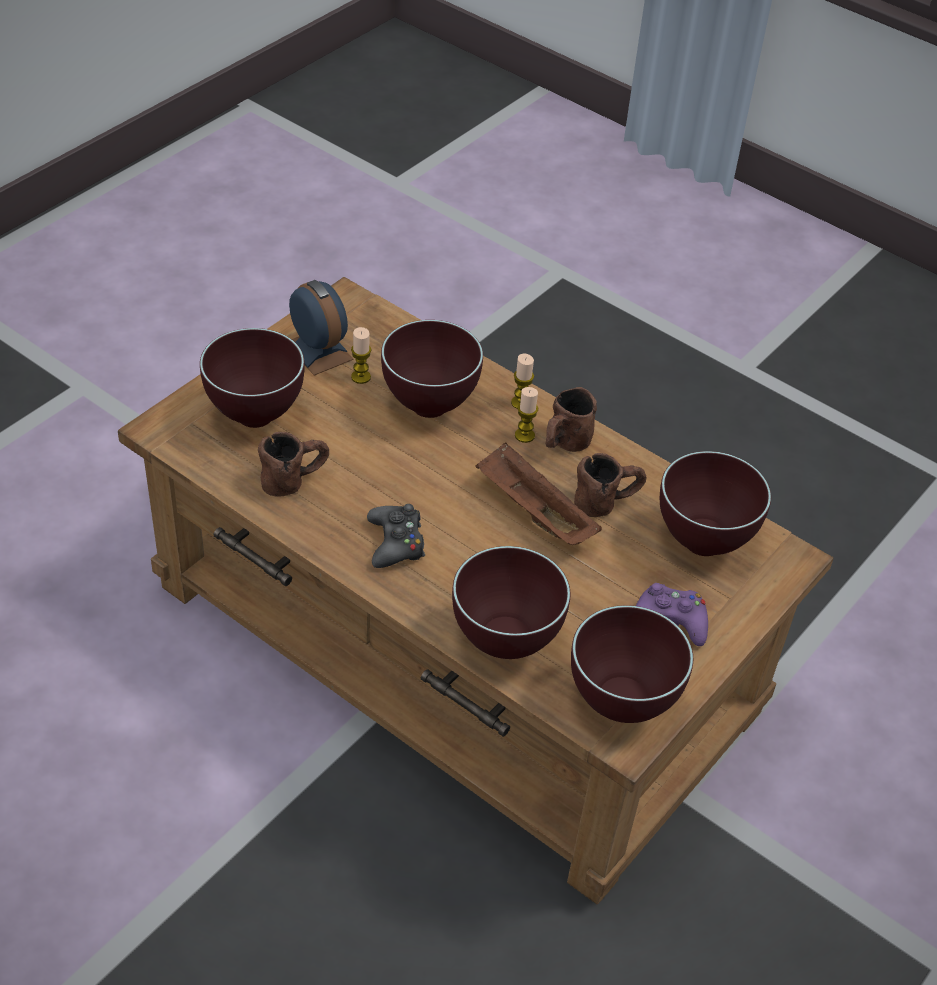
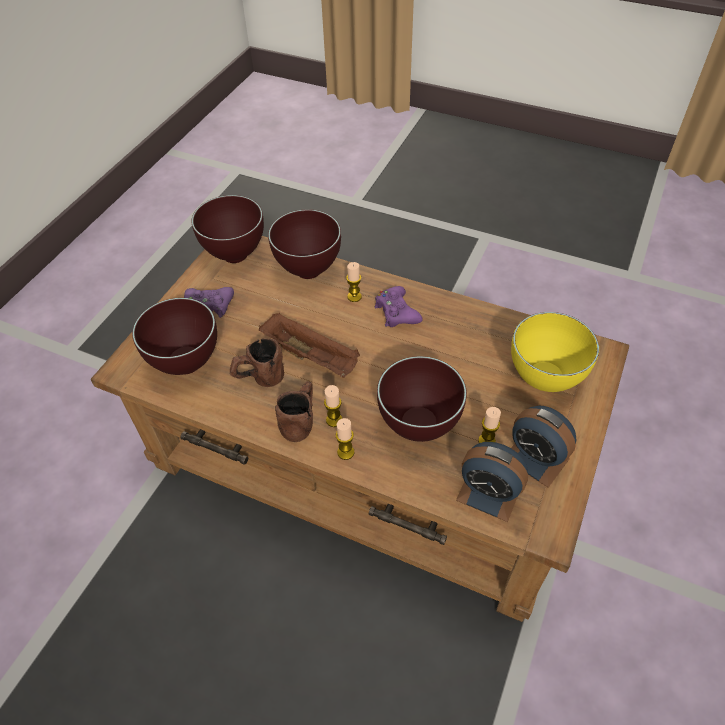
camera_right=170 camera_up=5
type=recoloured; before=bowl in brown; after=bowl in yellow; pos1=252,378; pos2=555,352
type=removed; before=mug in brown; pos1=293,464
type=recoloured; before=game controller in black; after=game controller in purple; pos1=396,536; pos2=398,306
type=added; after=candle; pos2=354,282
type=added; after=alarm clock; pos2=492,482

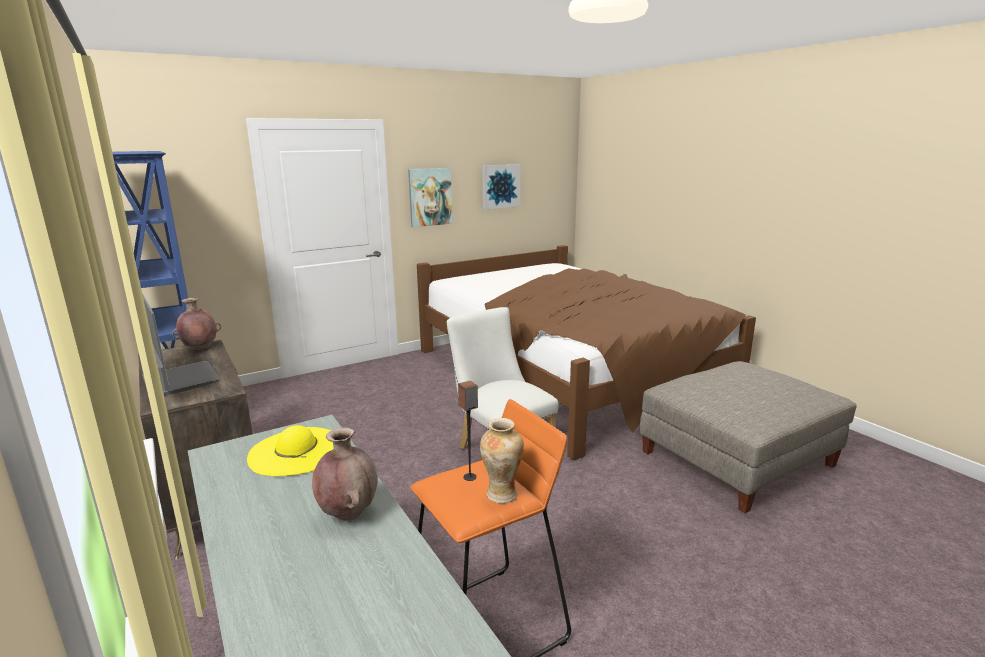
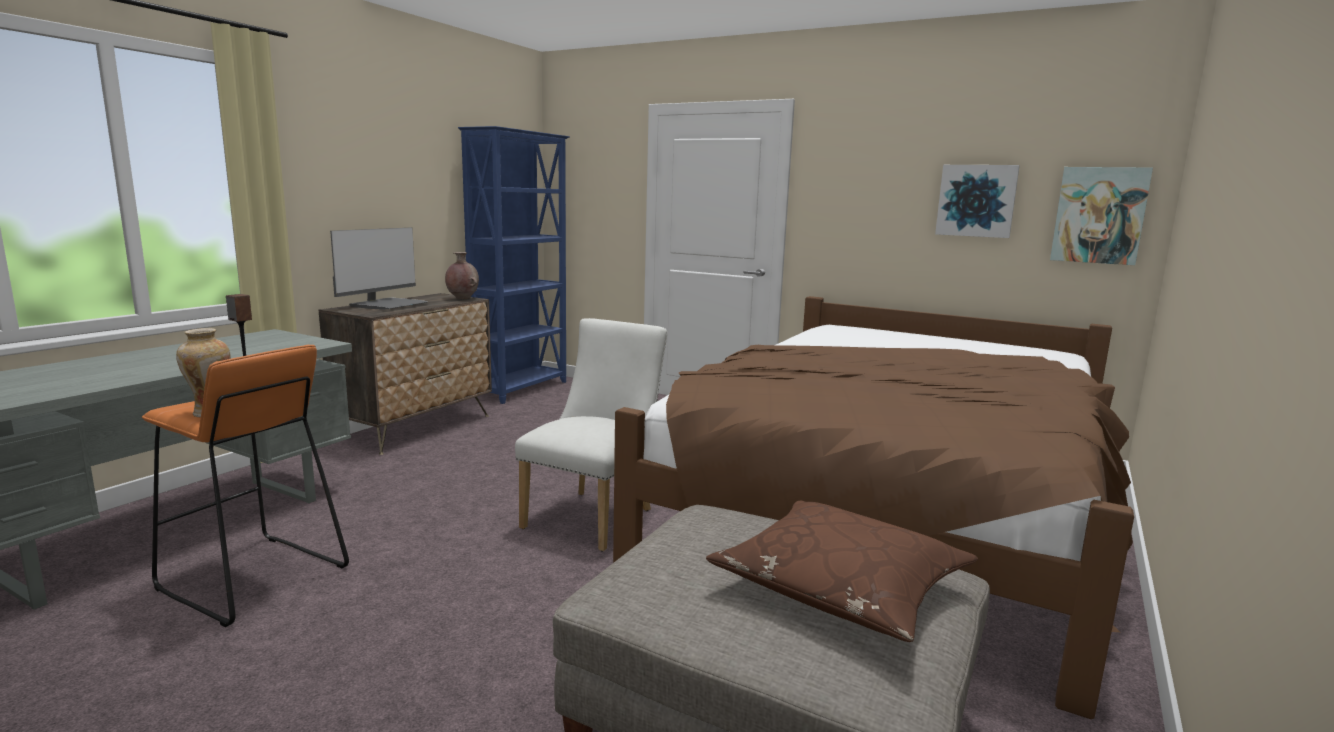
camera_right=60 camera_up=-5
type=moved; before=picture; pos1=430,197; pos2=1101,216
type=removed; before=hat in yellow; pos1=290,450
type=removed; before=vase in brown; pos1=345,474
type=added; after=pillow in brown; pos2=842,571

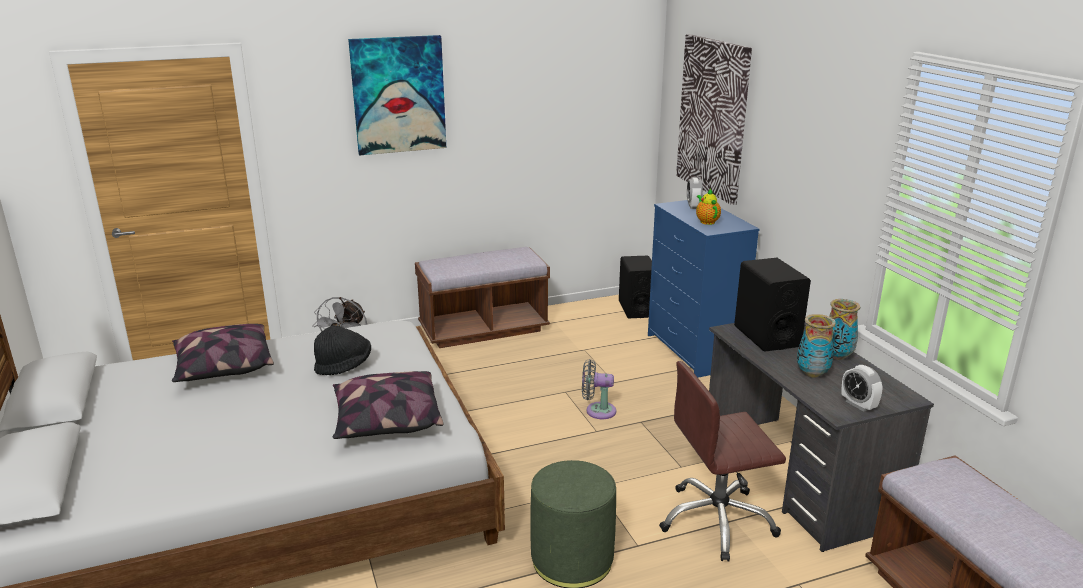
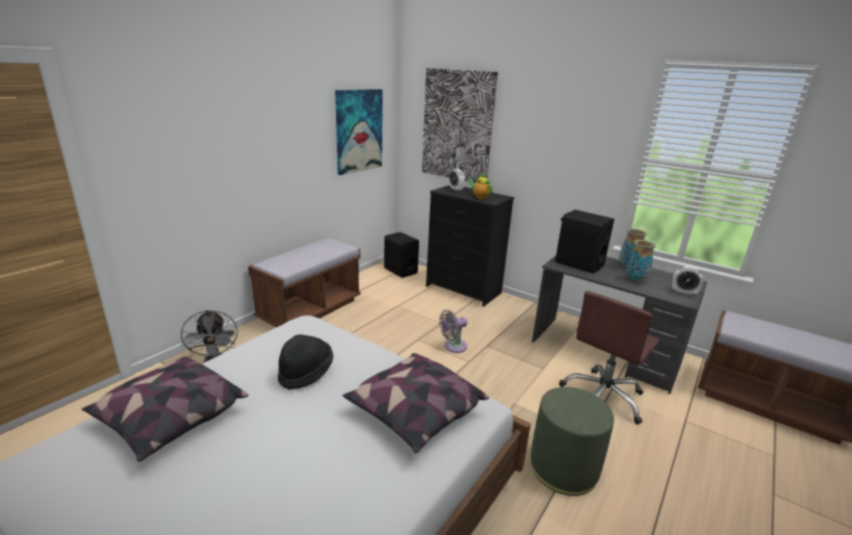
camera_right=-35 camera_up=0
type=moved; before=picture; pos1=397,95; pos2=359,132
type=recoloured; before=dresser in blue; after=dresser in black; pos1=703,289; pos2=470,246

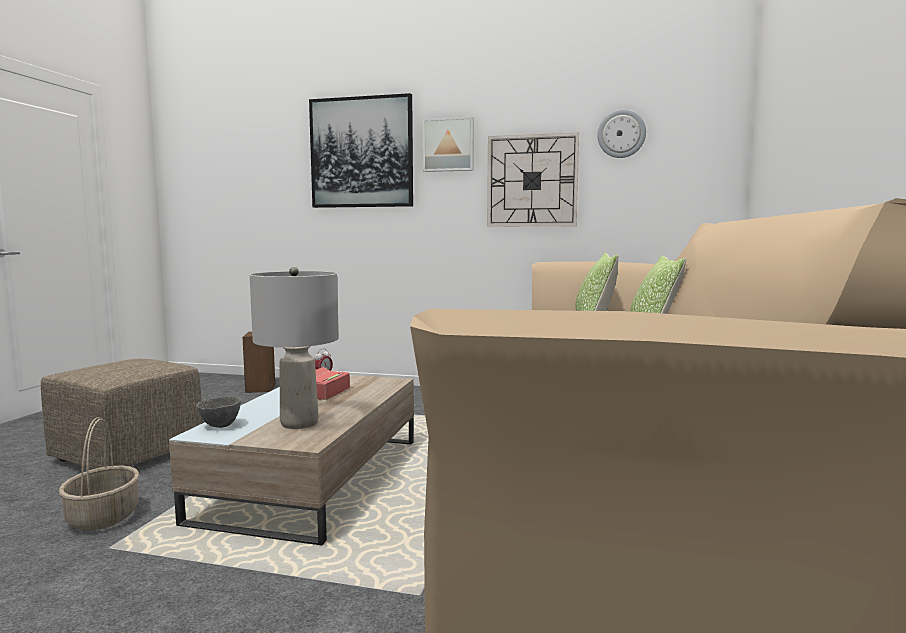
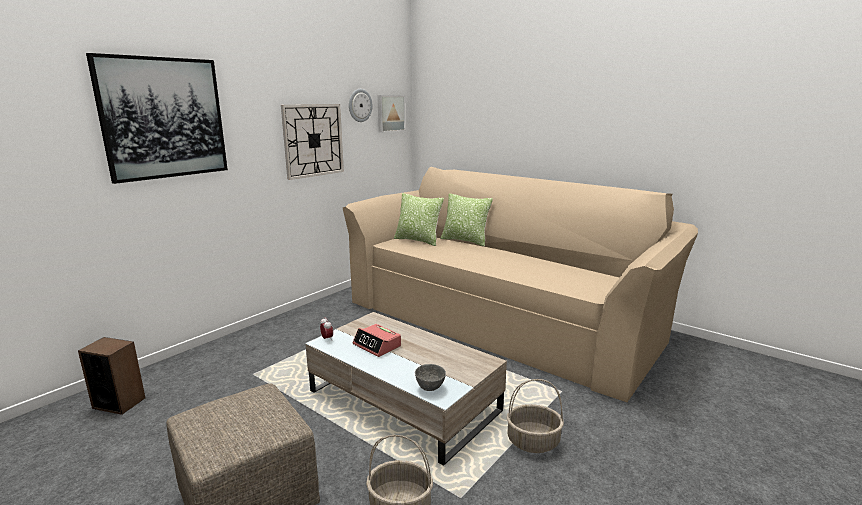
camera_right=-65 camera_up=10
type=moved; before=picture; pos1=448,144; pos2=391,114
type=removed; before=table lamp in grey; pos1=294,348
type=added; after=basket; pos2=535,416

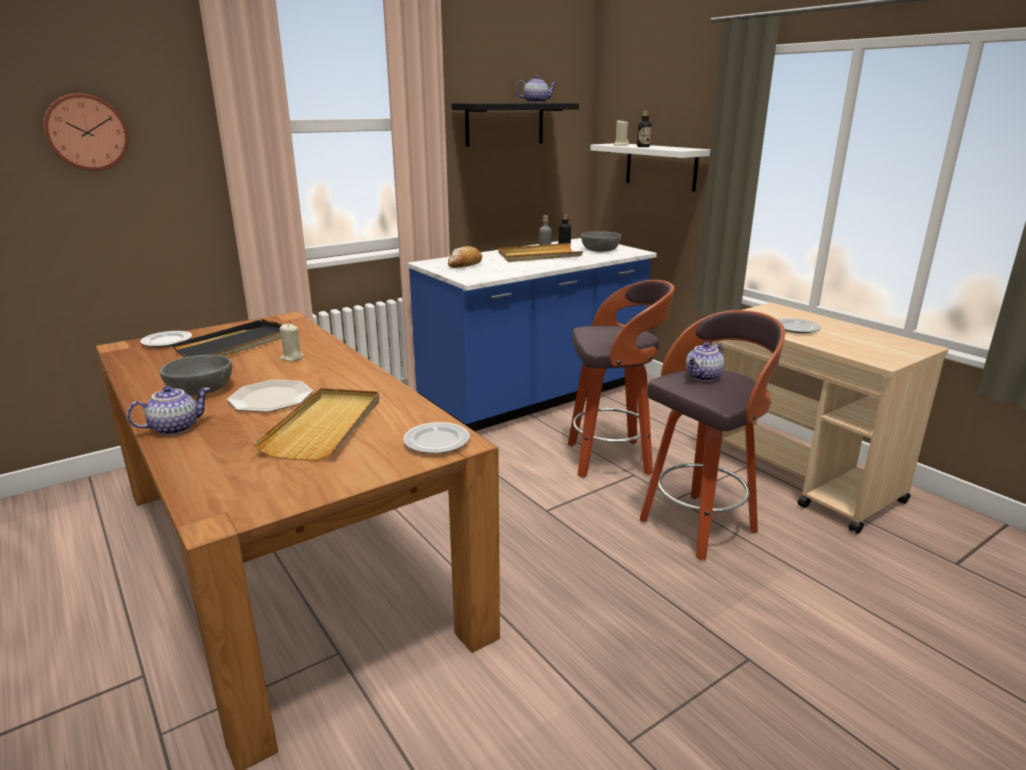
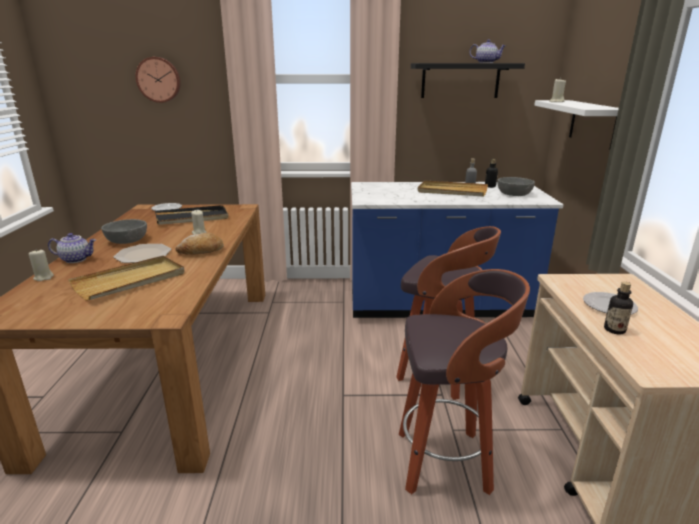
camera_right=35 camera_up=0
type=moved; before=bottle; pos1=644,129; pos2=618,308
type=moved; before=bread; pos1=465,257; pos2=199,244
type=removed; before=teapot; pos1=705,362
type=removed; before=plate; pos1=436,438
type=added; after=candle in beige; pos2=41,265

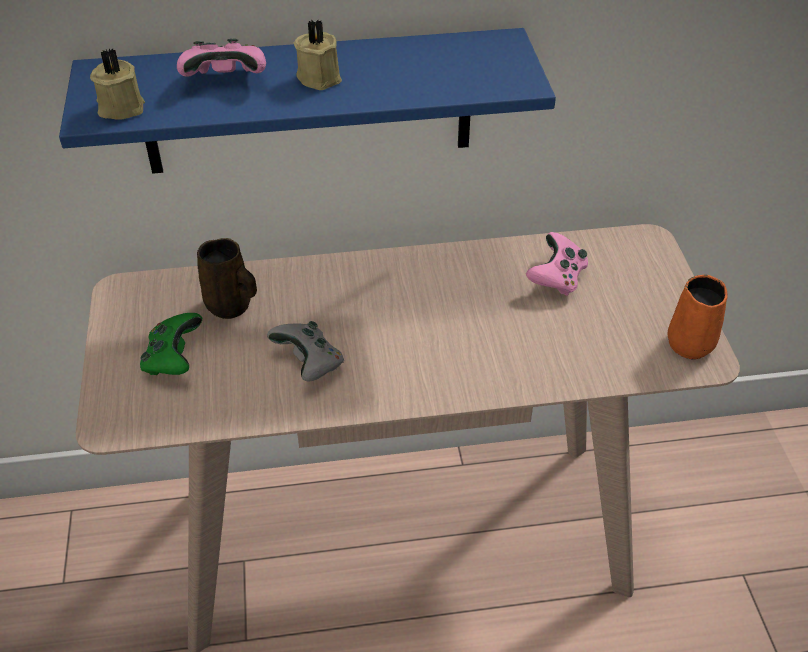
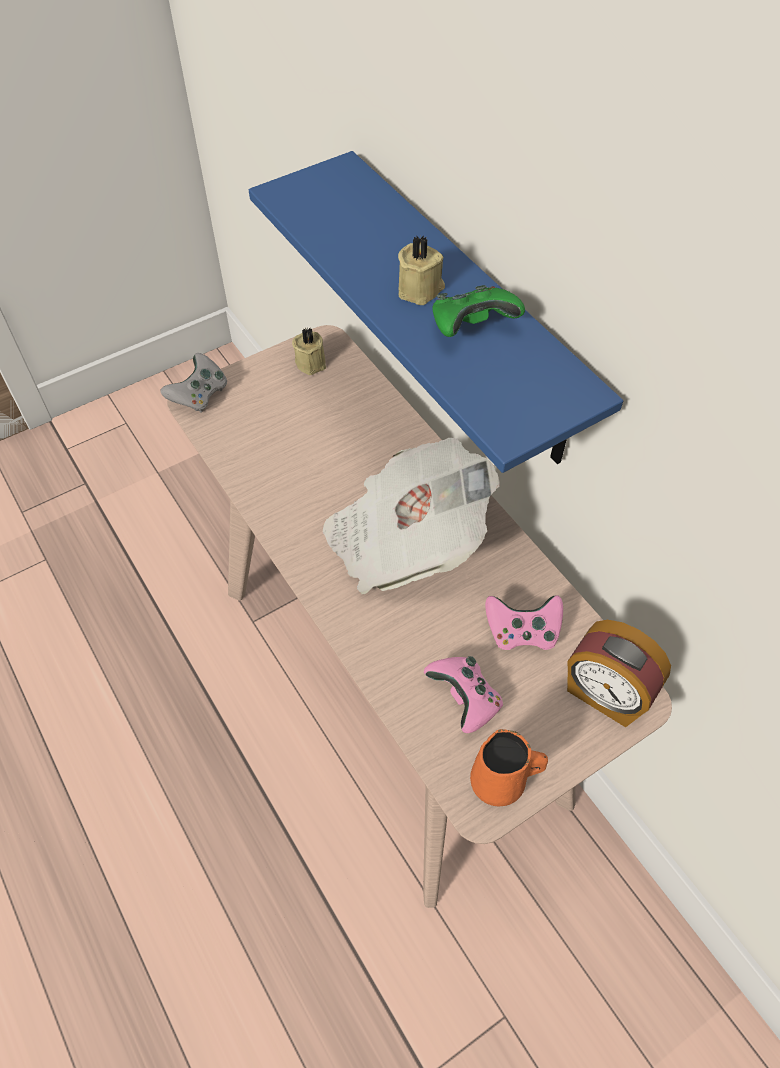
camera_right=65 camera_up=10
type=moved; before=game controller in pink; pos1=221,58; pos2=463,694
type=moved; before=candle in beige; pos1=117,84; pos2=309,351
type=removed; before=mug in brown; pos1=227,278
type=moved; before=game controller in green; pos1=171,344; pos2=478,311
type=moved; before=game controller in grey; pos1=305,351; pos2=193,383
type=added; after=newspaper; pos2=411,516
type=added; after=alarm clock; pos2=619,673

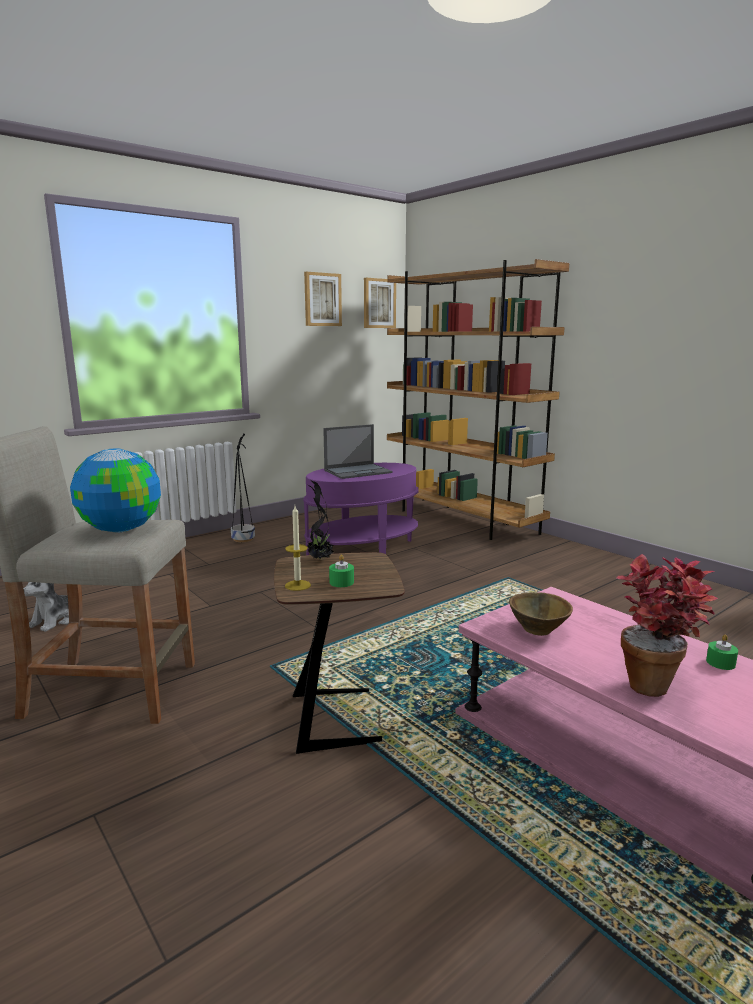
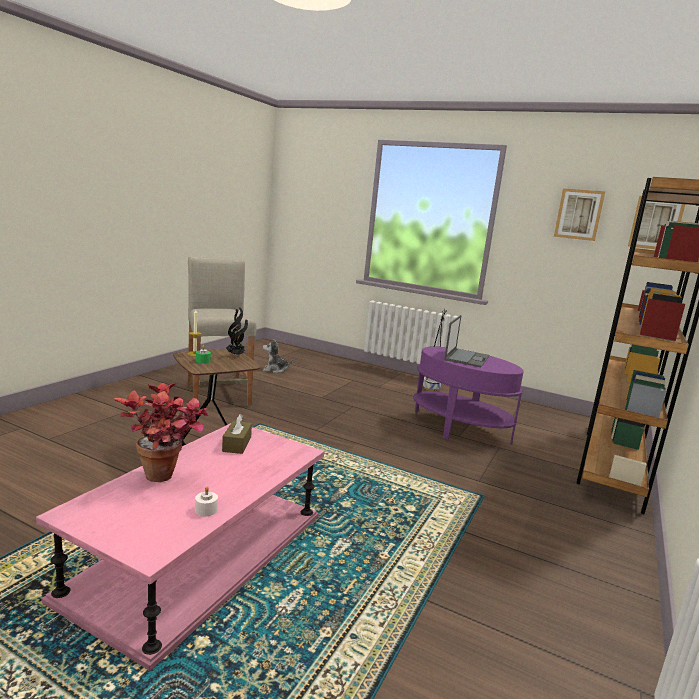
camera_right=65 camera_up=0
type=turned; before=laptop; pos1=358,451; pos2=466,341; turn=-105
type=removed; before=globe; pos1=115,490
type=replaced; before=bowl in brown; after=tissue box in brown; pos1=541,614; pos2=237,434
type=recoloured; before=candle in green; after=candle in white; pos1=722,652; pos2=206,501

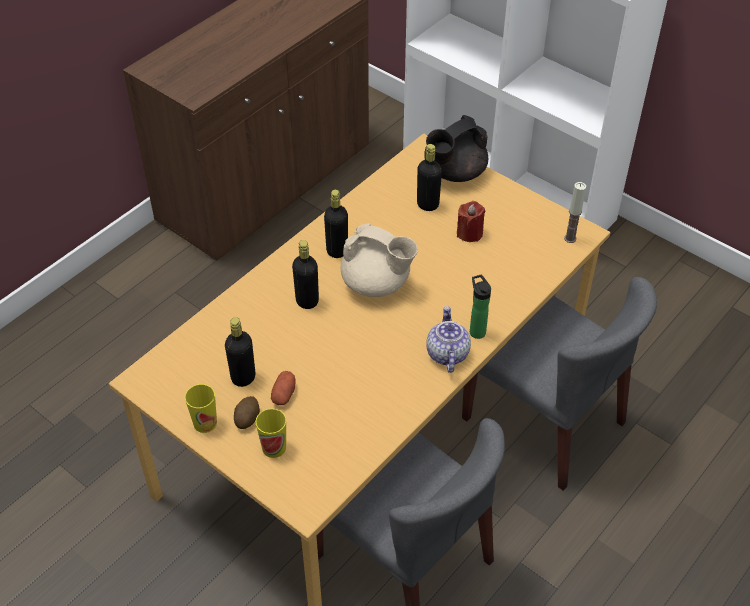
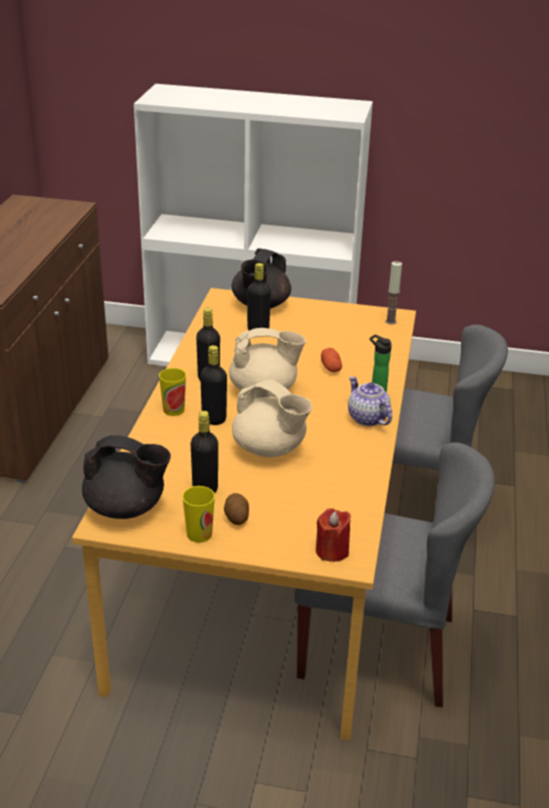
camera_right=-30 camera_up=-15
type=moved; before=candle in red; pos1=471,221; pos2=333,535
type=moved; before=potato; pos1=283,388; pos2=331,360
type=moved; before=cup; pos1=271,433; pos2=172,392
type=added; after=teapot in beige; pos2=272,418
type=added; after=teapot in black; pos2=126,477

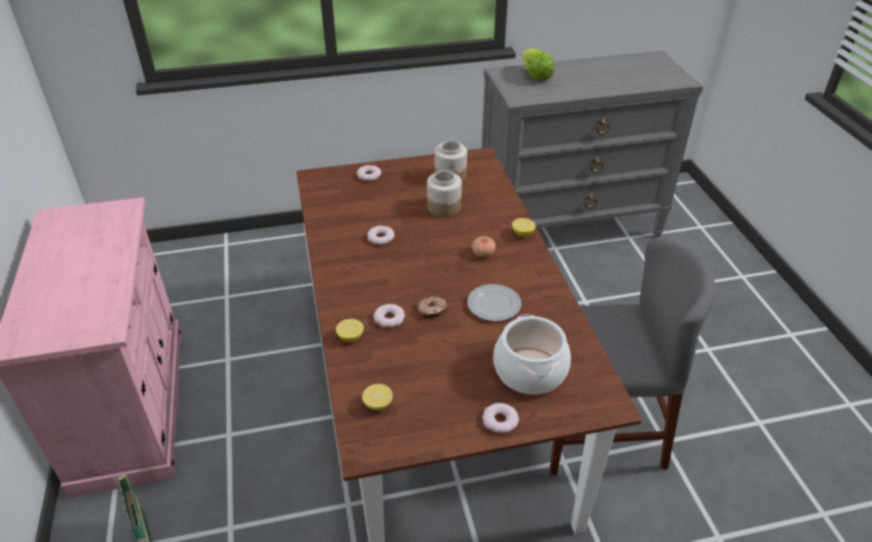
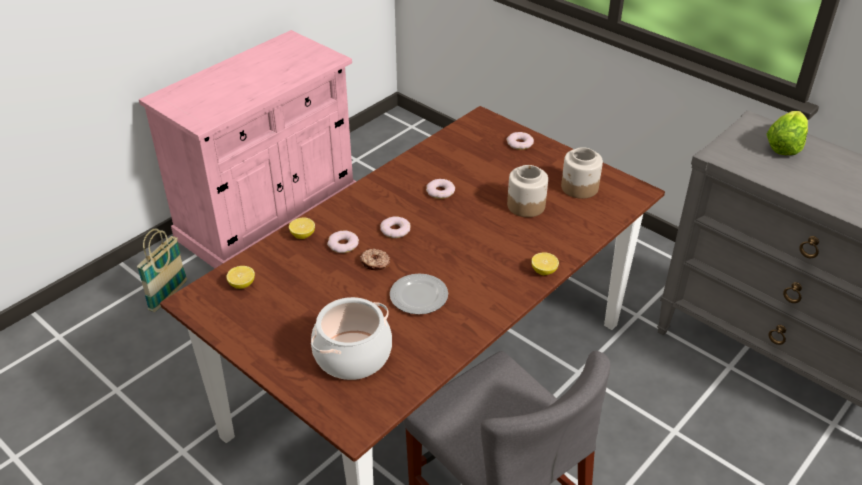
camera_right=55 camera_up=0
type=removed; before=tomato; pos1=484,246
type=moved; before=donut; pos1=500,418; pos2=395,227

